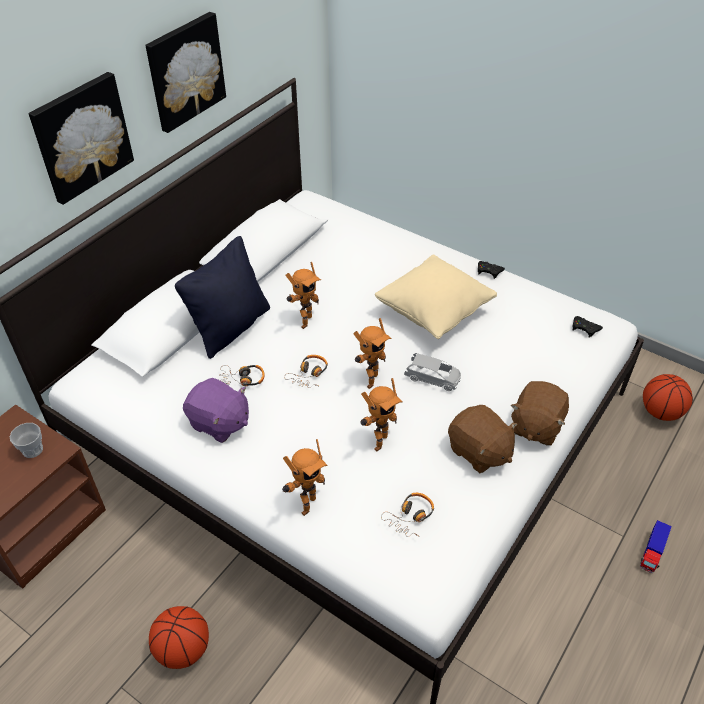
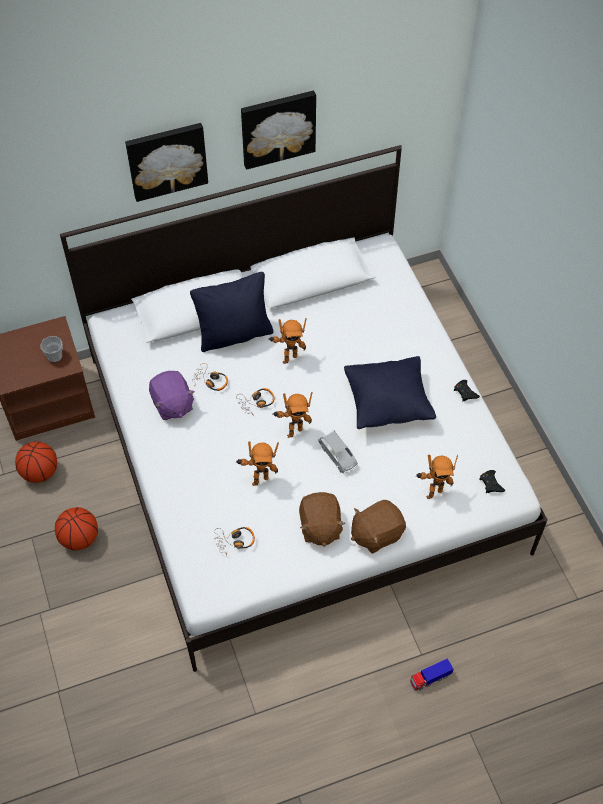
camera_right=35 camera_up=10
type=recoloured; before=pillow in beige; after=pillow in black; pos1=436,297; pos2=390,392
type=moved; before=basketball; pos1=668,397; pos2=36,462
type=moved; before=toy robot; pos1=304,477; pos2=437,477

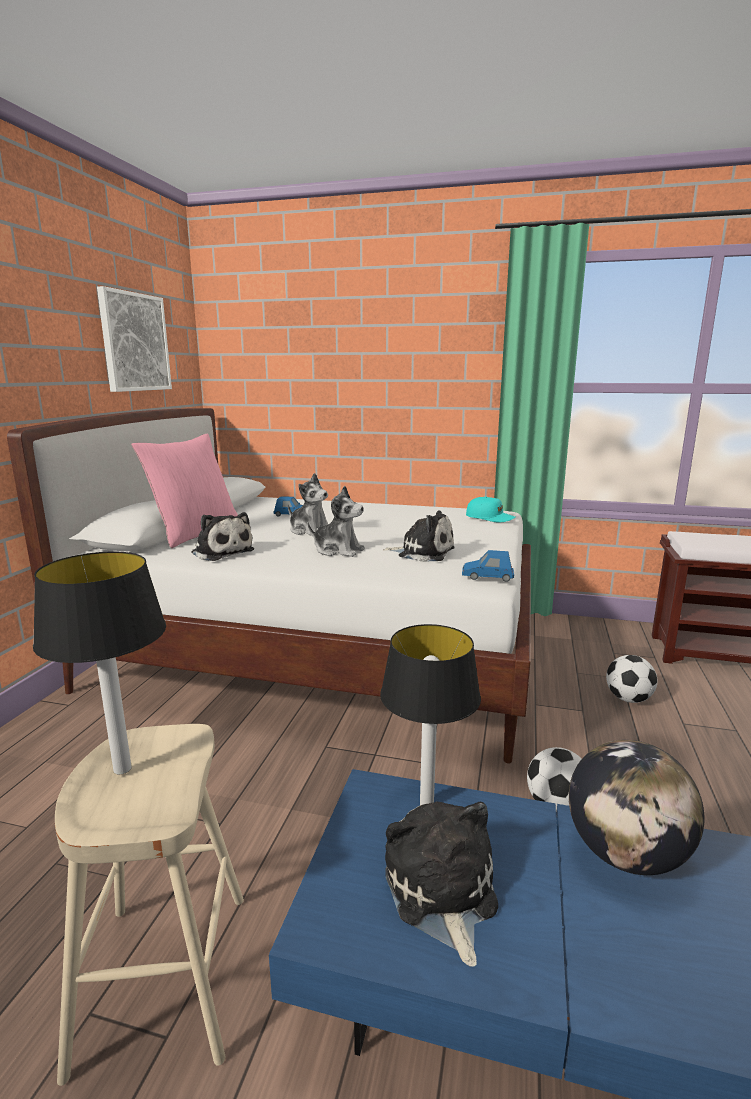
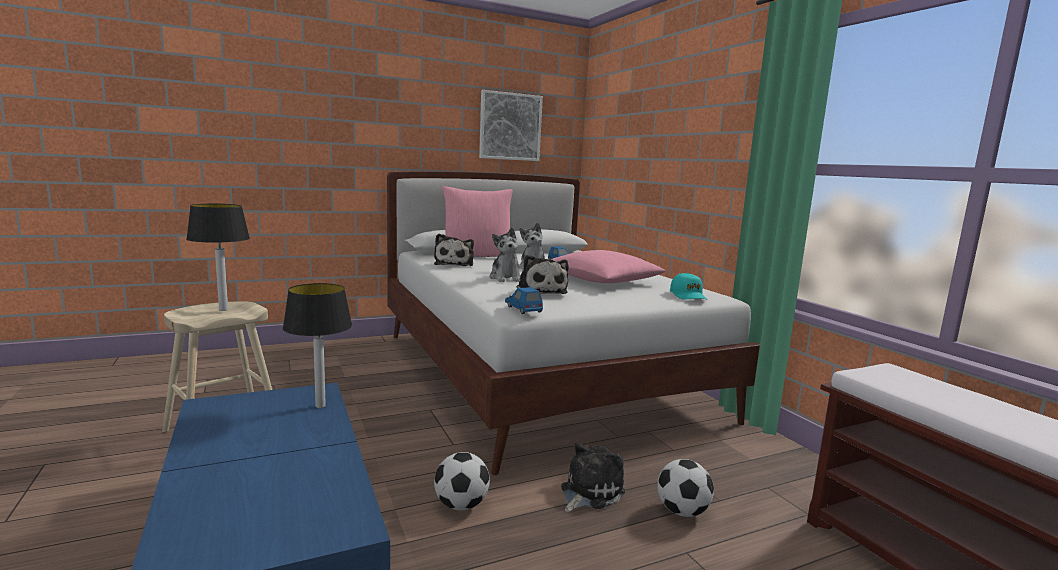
camera_right=50 camera_up=-5
type=removed; before=globe; pos1=637,807
type=moved; before=plush toy; pos1=441,884; pos2=593,477
type=added; after=pillow in pink; pos2=609,266

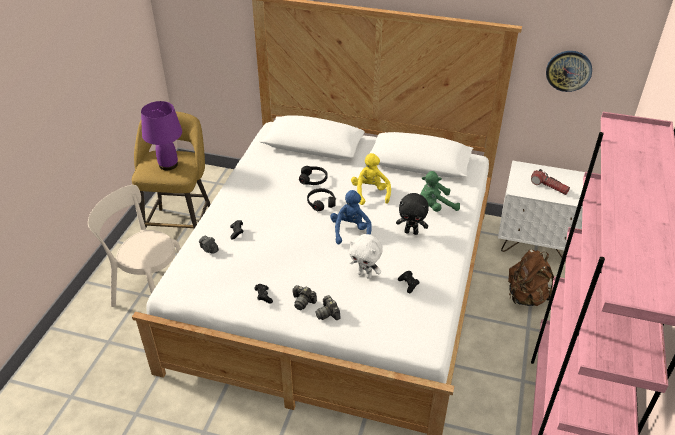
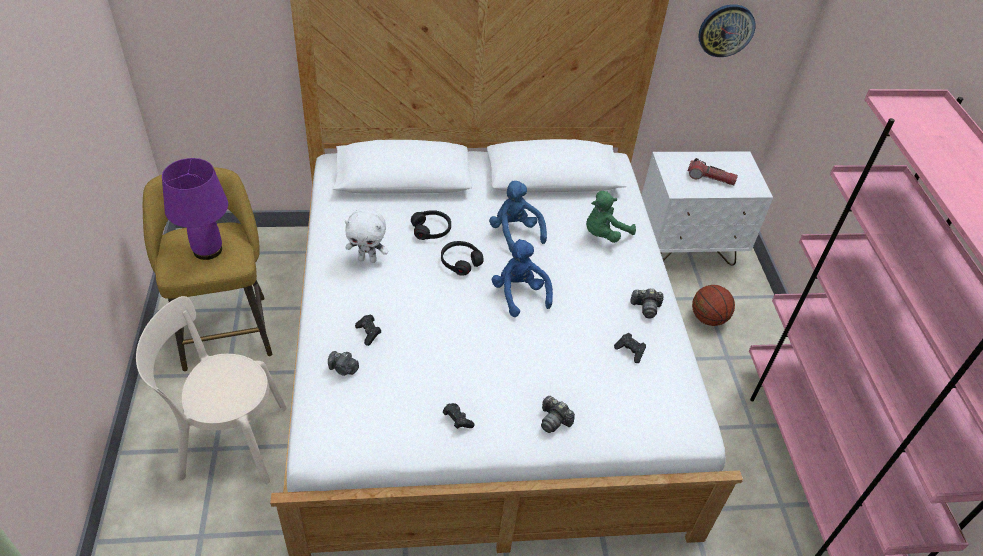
camera_right=-25 camera_up=5
type=recoloured; before=plush toy in yellow; after=plush toy in blue; pos1=371,179; pos2=518,216
type=removed; before=plush toy in black; pos1=412,214
type=moved; before=plush toy in white; pos1=366,256; pos2=367,235
type=replaced; before=backpack in brown; after=basketball; pos1=531,277; pos2=713,305
type=moved; before=photo camera; pos1=304,297; pos2=647,303

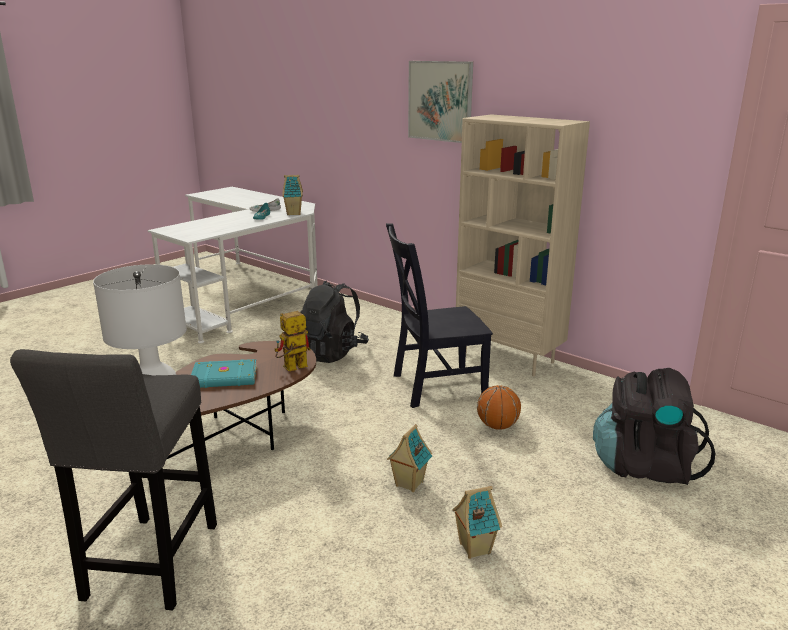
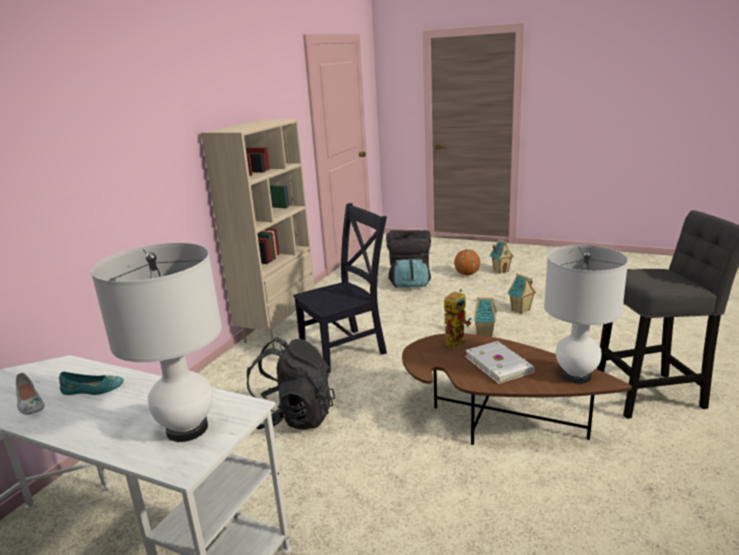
camera_right=-105 camera_up=0
type=removed; before=picture; pos1=440,102
type=moved; before=toy house; pos1=292,195; pos2=502,256
type=turned; before=chair in black; pos1=439,315; pos2=340,288; turn=-90
type=turned; before=toy robot; pos1=293,341; pos2=457,319; turn=-90
type=recoloured; before=book in turquoise; after=book in white; pos1=224,373; pos2=500,362
type=moved; before=basketball; pos1=499,407; pos2=467,262
type=added; after=table lamp in white; pos2=156,342

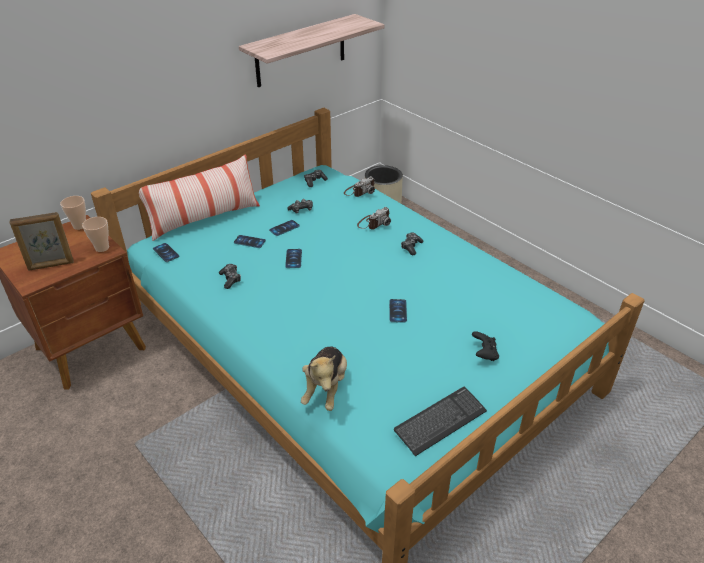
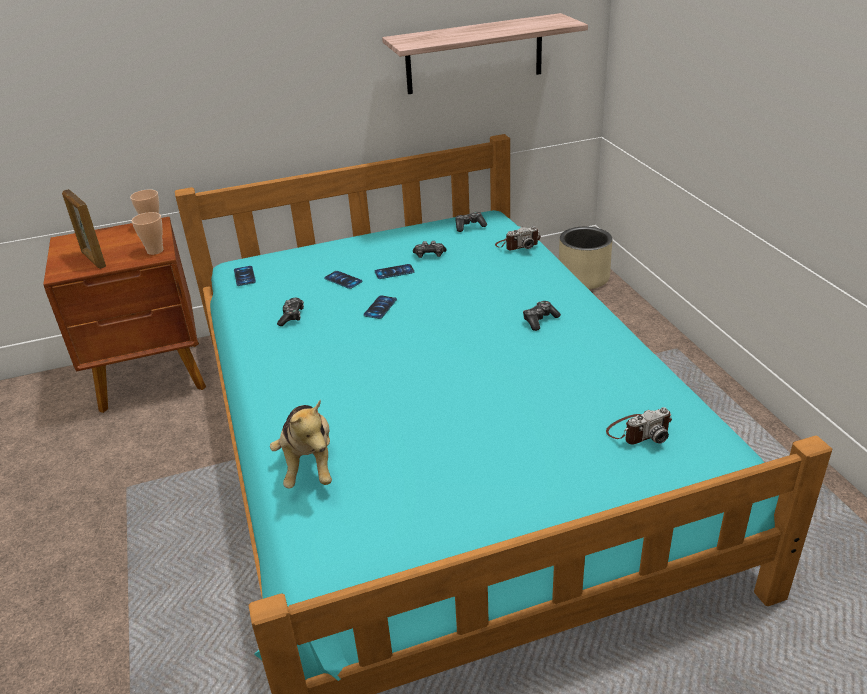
camera_right=25 camera_up=-5
type=removed; before=pillow; pos1=199,197
type=moved; before=photo camera; pos1=374,218; pos2=639,425
type=turned; before=picture frame; pos1=41,241; pos2=84,229; turn=45
type=removed; before=phone; pos1=398,311
type=removed; before=game controller in black; pos1=485,346
type=turned; before=plush toy; pos1=324,379; pos2=301,444; turn=-45
type=removed; before=keyboard; pos1=440,421

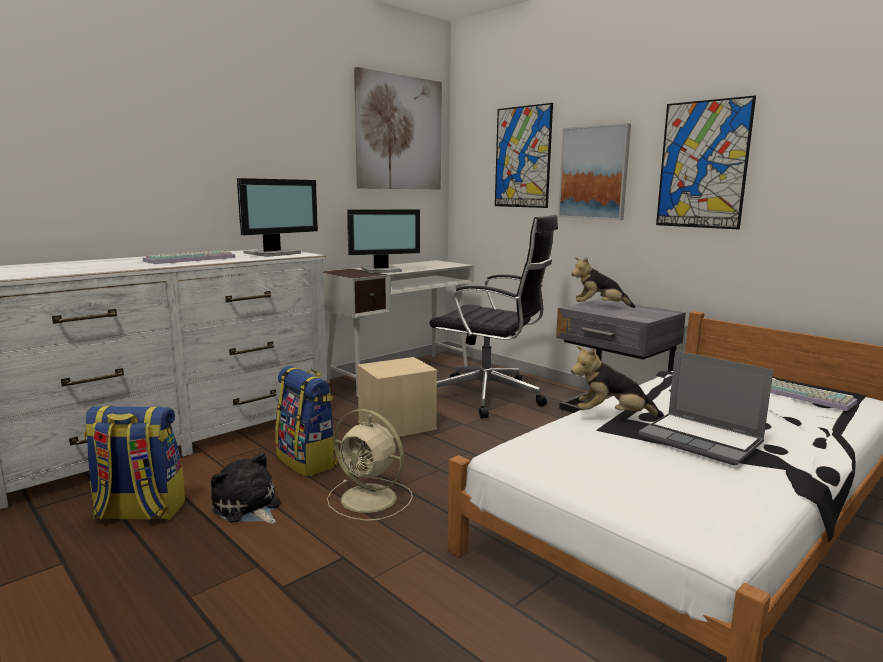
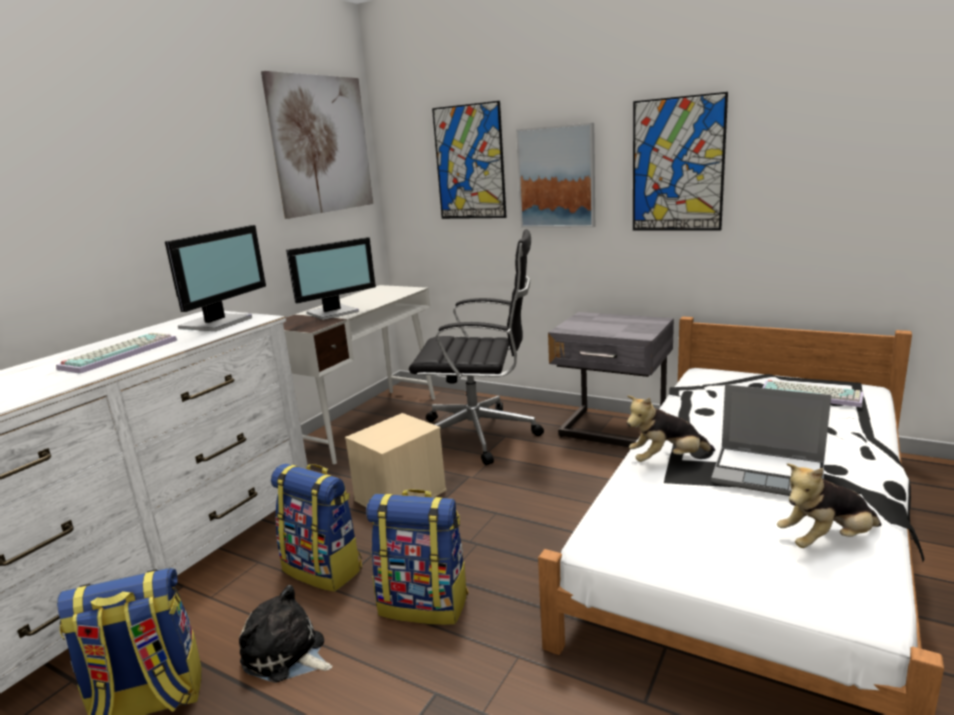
camera_right=-15 camera_up=5
type=moved; before=plush toy; pos1=603,282; pos2=829,505
type=replaced; before=fan in beige; after=backpack; pos1=370,465; pos2=417,557

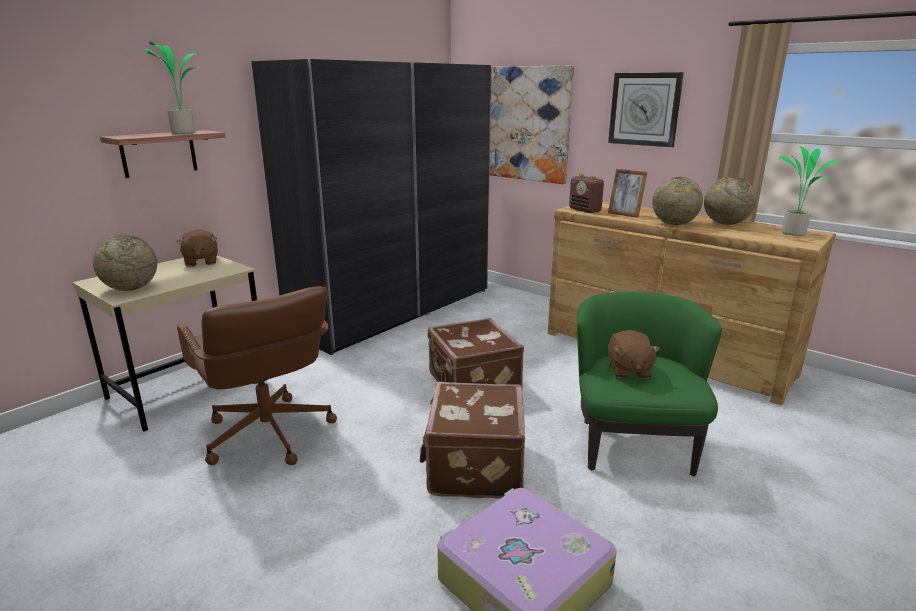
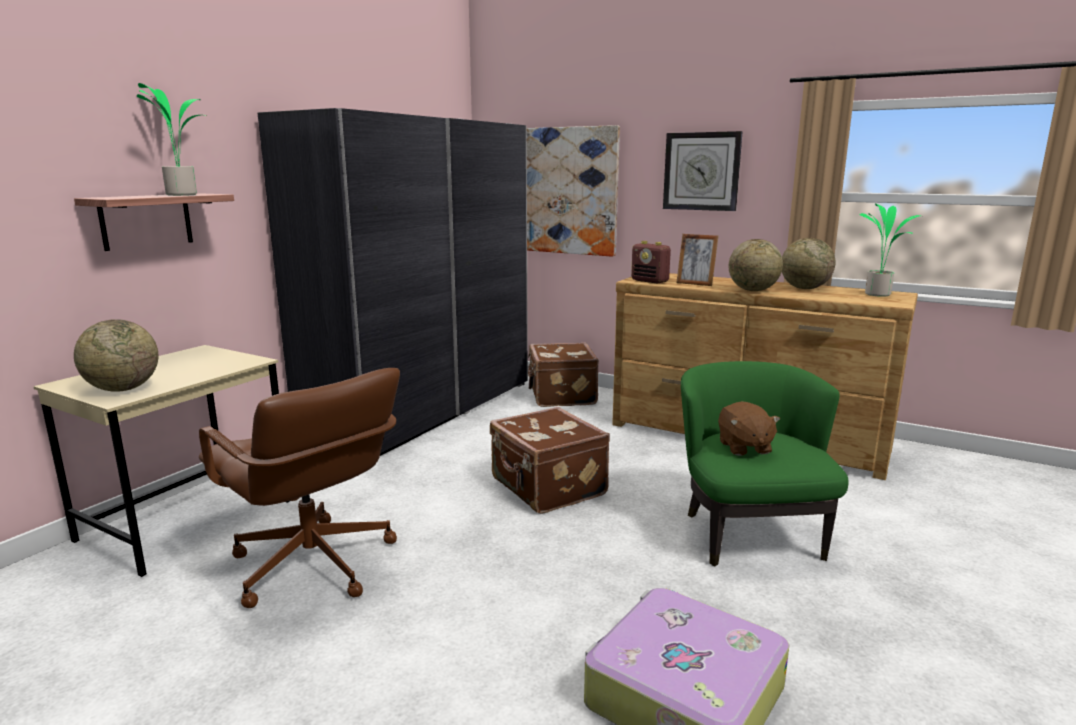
camera_right=-10 camera_up=-5
type=removed; before=plush toy in brown; pos1=197,248
type=moved; before=suitcase in brown; pos1=472,440; pos2=563,374

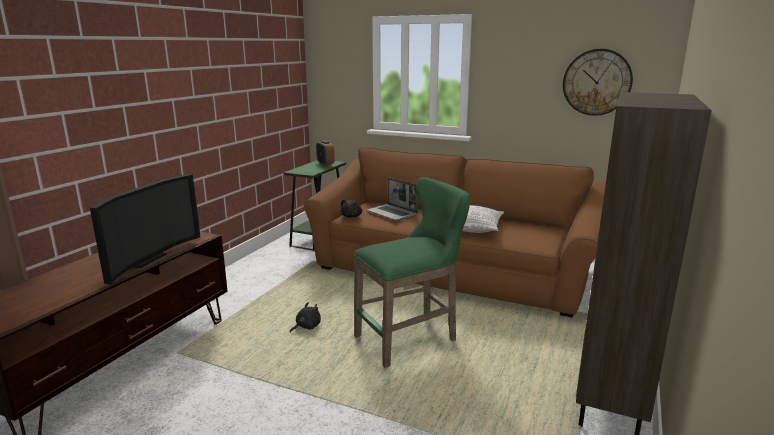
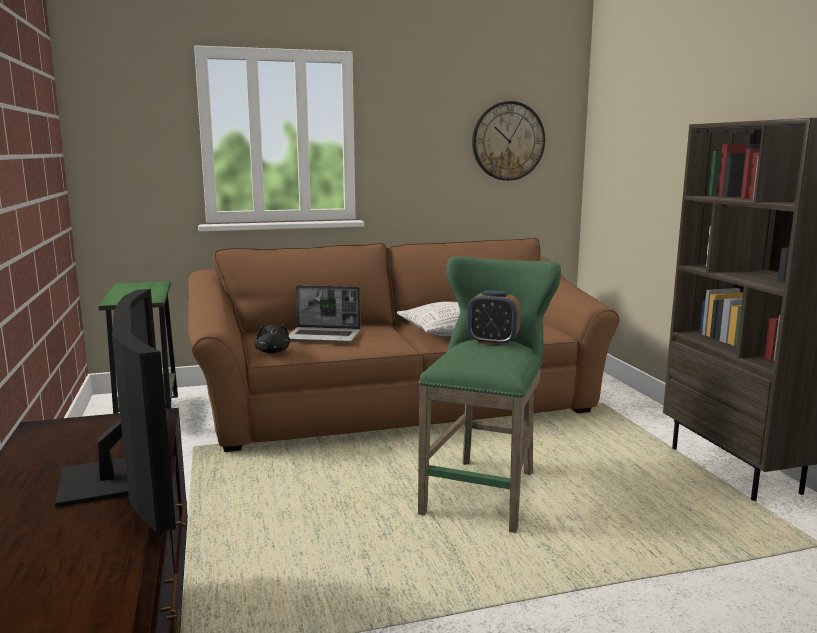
camera_right=-40 camera_up=-5
type=moved; before=alarm clock; pos1=325,153; pos2=494,318
type=removed; before=plush toy in black; pos1=305,317

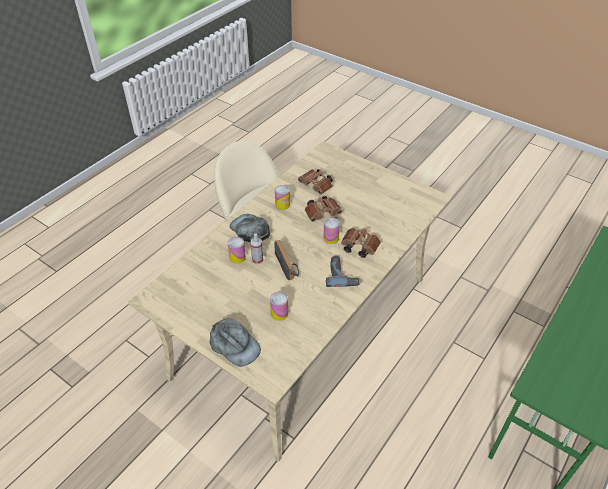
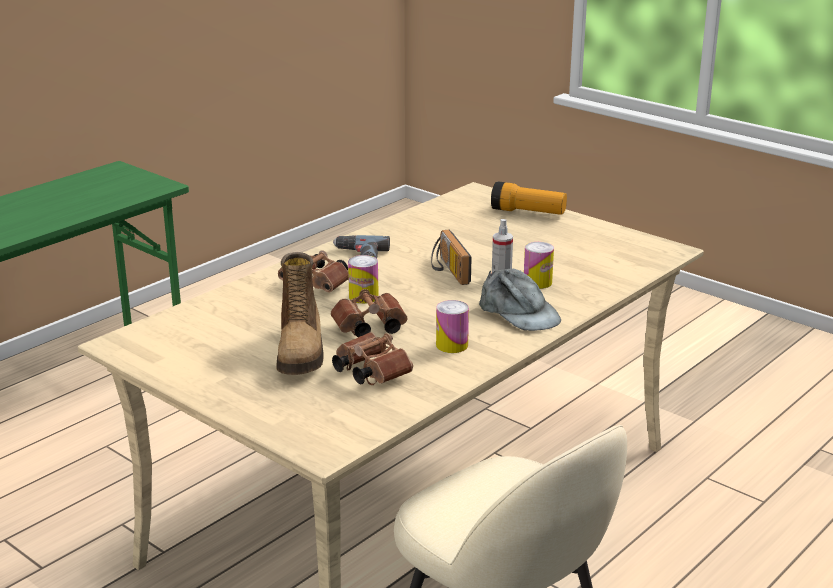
camera_right=-175 camera_up=-20
type=removed; before=can; pos1=279,306
type=replaced; before=cap in grey; after=flashlight; pos1=235,342; pos2=529,198
type=added; after=boot; pos2=299,313

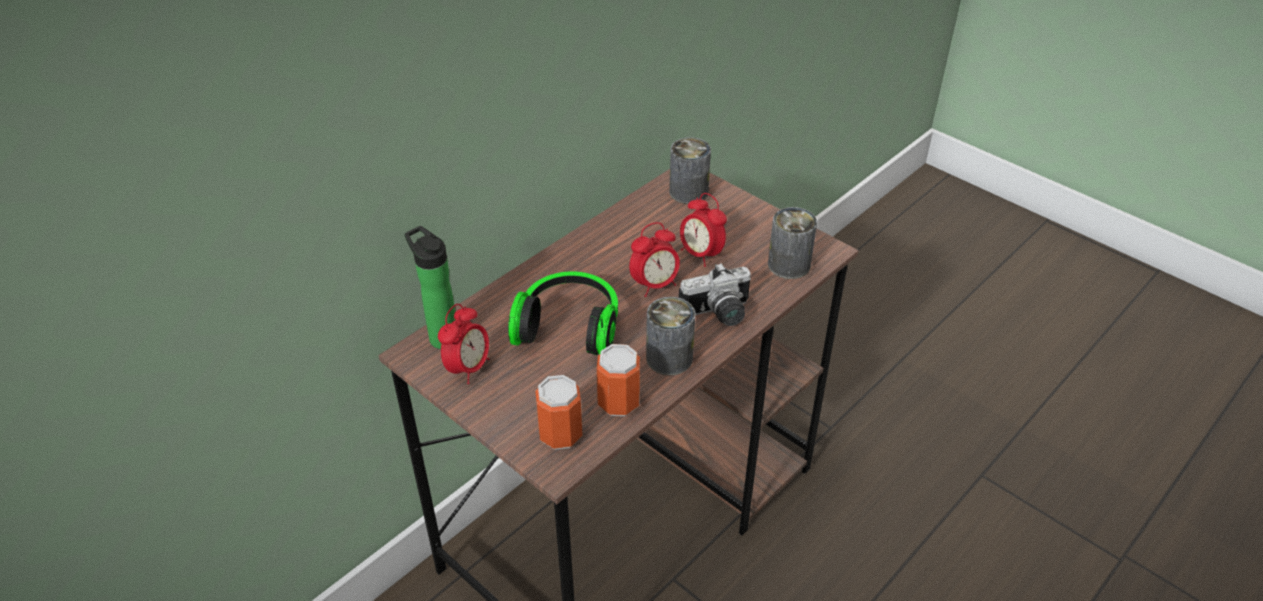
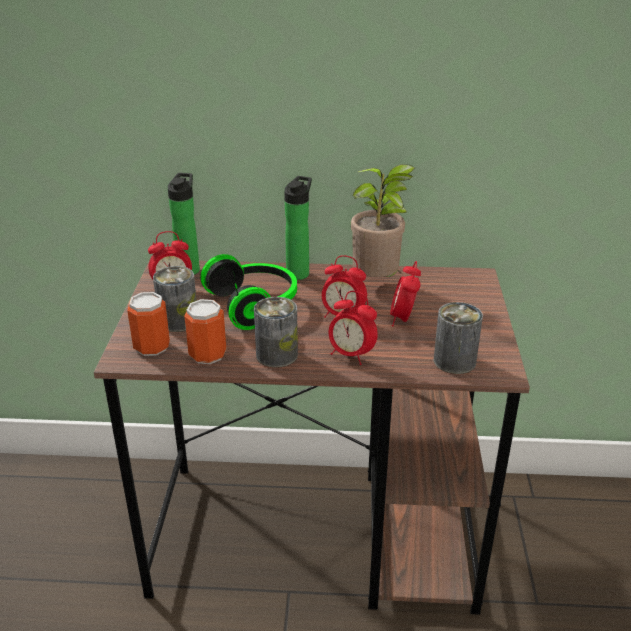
camera_right=50 camera_up=-10
type=moved; before=can; pos1=690,170; pos2=175,299
type=replaced; before=photo camera; after=alarm clock; pos1=715,294; pos2=353,328
type=added; after=potted plant; pos2=383,220
type=added; after=bottle; pos2=298,228

